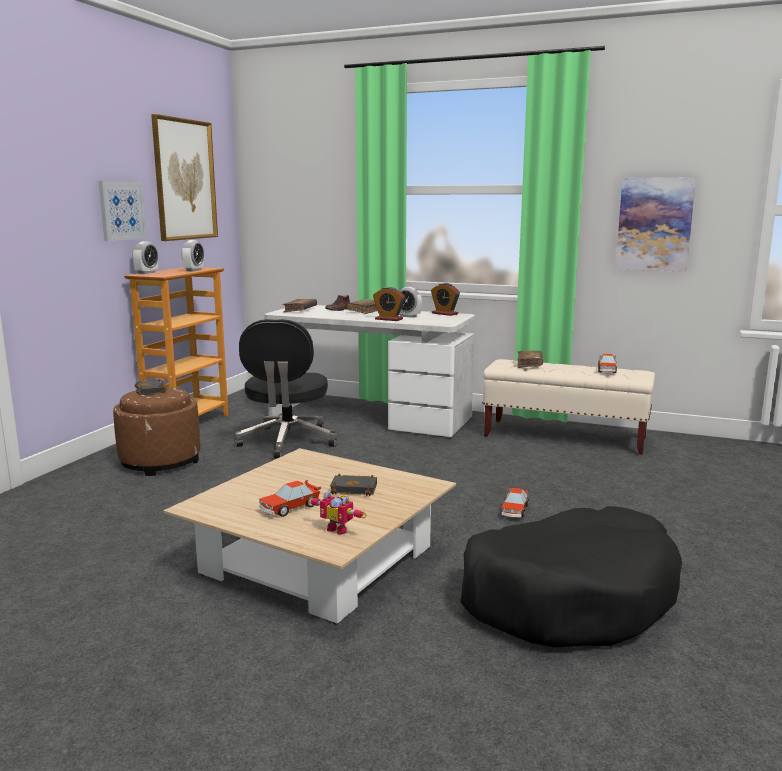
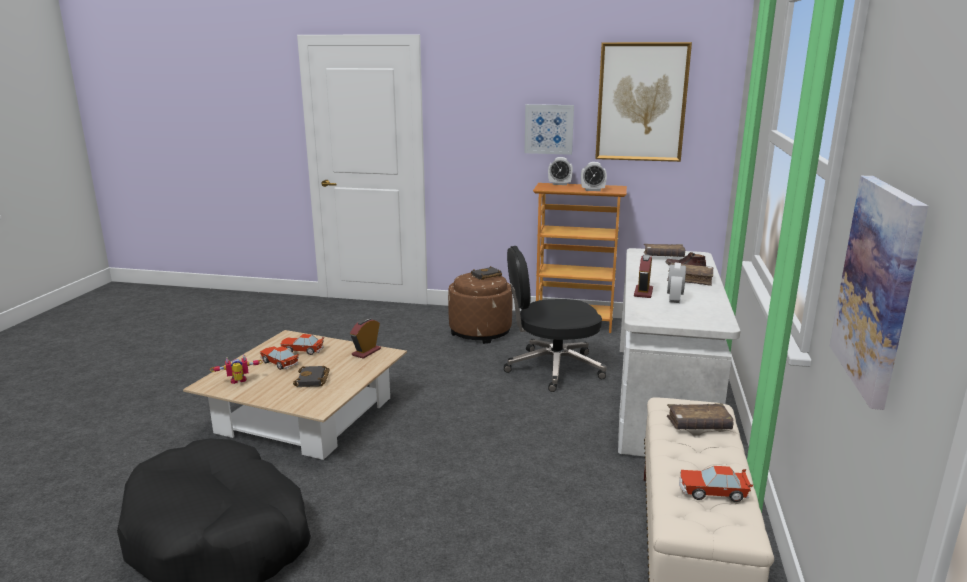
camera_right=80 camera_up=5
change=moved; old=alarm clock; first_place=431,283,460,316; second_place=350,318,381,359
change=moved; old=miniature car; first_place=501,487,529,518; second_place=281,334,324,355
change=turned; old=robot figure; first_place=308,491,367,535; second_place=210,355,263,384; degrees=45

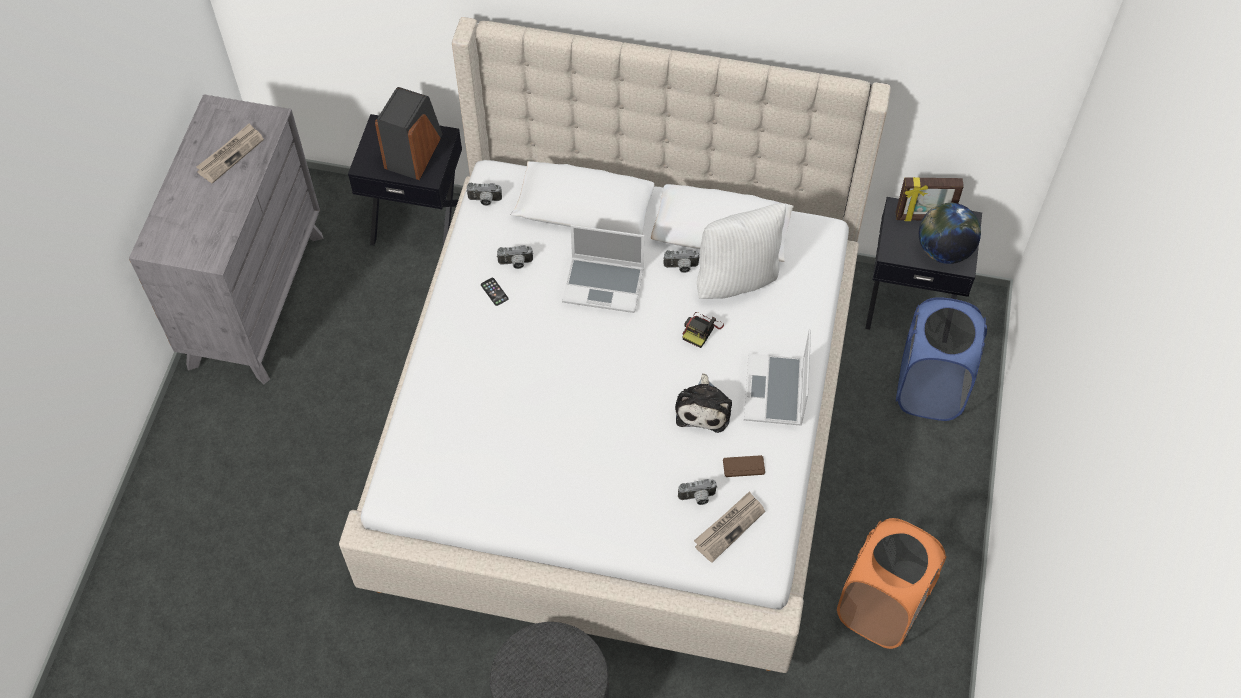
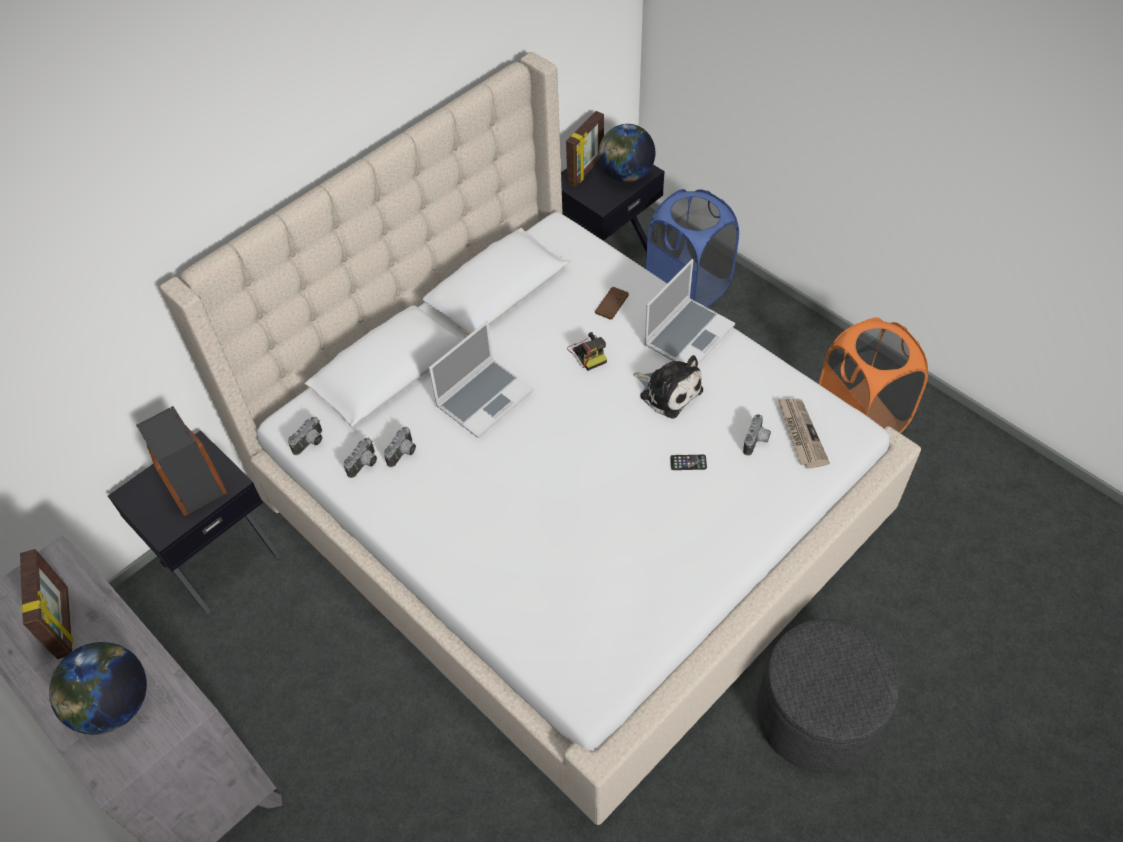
camera_right=-55 camera_up=-5
change=removed; old=whitish throw pillow; first_place=697,203,786,299
change=added; new=world globe; second_place=49,642,147,735
change=moved; old=phone; first_place=481,278,508,306; second_place=670,455,707,470
change=moved; old=still camera; first_place=663,249,700,273; second_place=343,438,377,478
change=moved; old=brown gamepad; first_place=723,455,765,477; second_place=595,287,629,320
change=replaced; old=printed paper; new=photo frame; first_place=196,123,264,184; second_place=20,549,73,659
change=turned; old=portable computer; first_place=744,329,811,426; second_place=644,259,735,365; degrees=-90

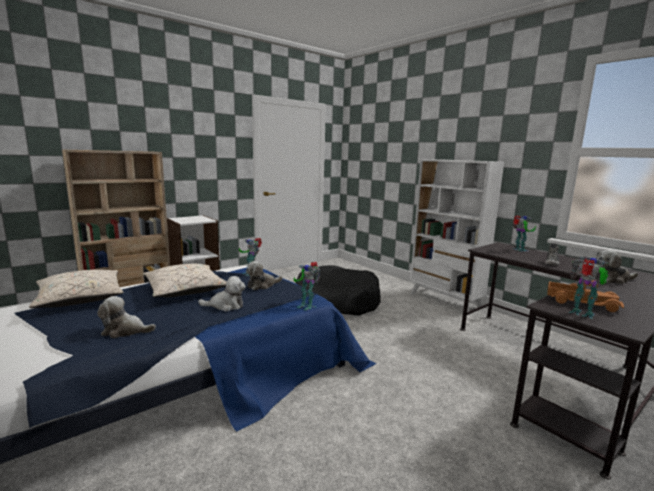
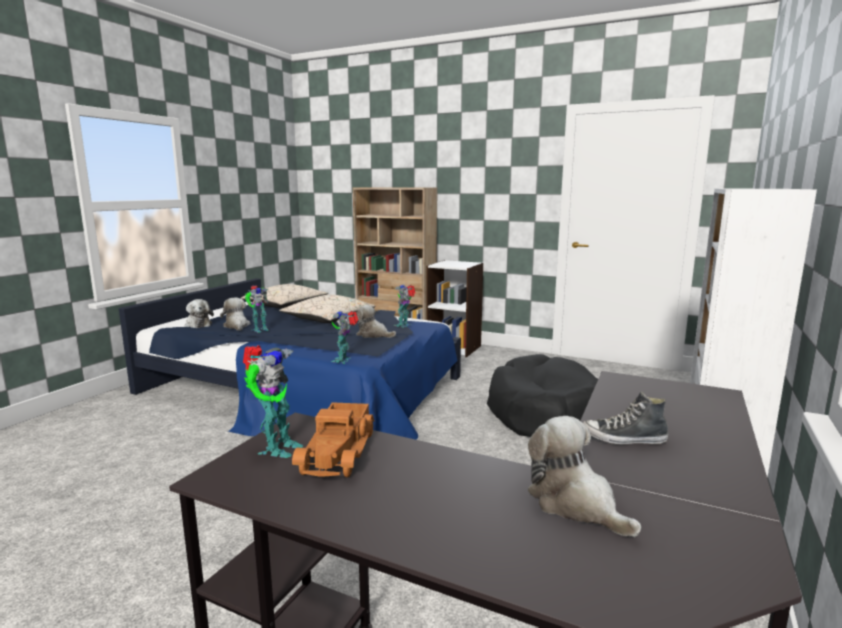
camera_right=65 camera_up=0
change=moved; old=plush toy; first_place=198,276,246,311; second_place=185,299,214,328
change=moved; old=robot figure; first_place=512,215,536,252; second_place=245,286,269,332

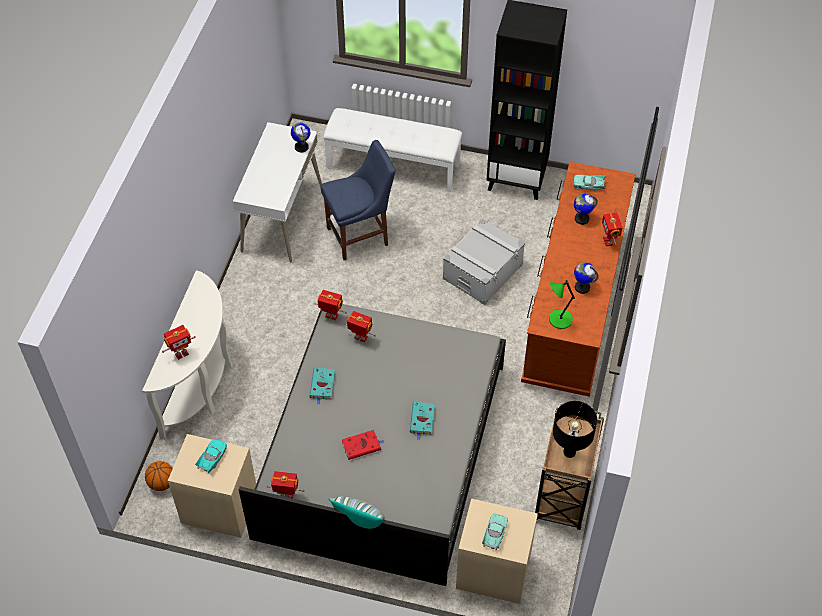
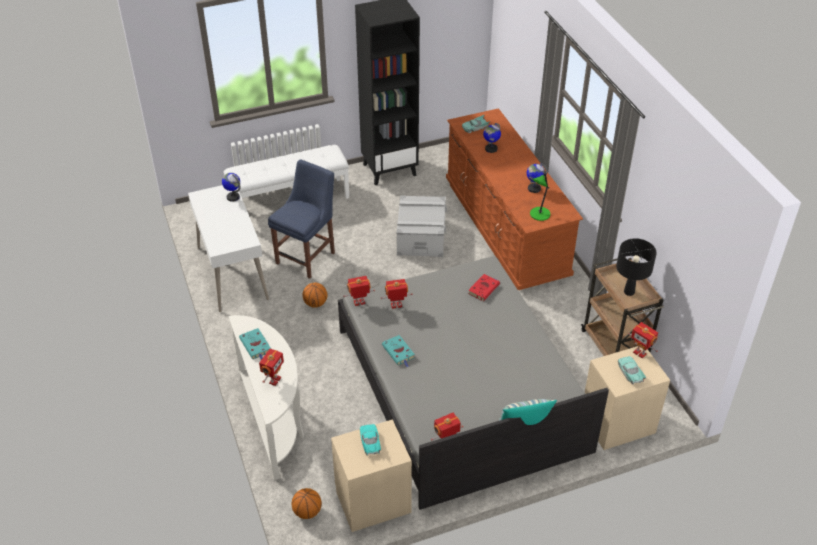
camera_right=-35 camera_up=-10
change=added; new=basketball ball; second_place=303,283,327,308
change=moved; old=red-coloured bound book; first_place=342,430,384,460; second_place=468,274,500,301
change=moved; old=turquoise bound book; first_place=410,402,435,440; second_place=239,328,271,360
change=moved; old=robot figure; first_place=602,213,623,246; second_place=628,322,658,358

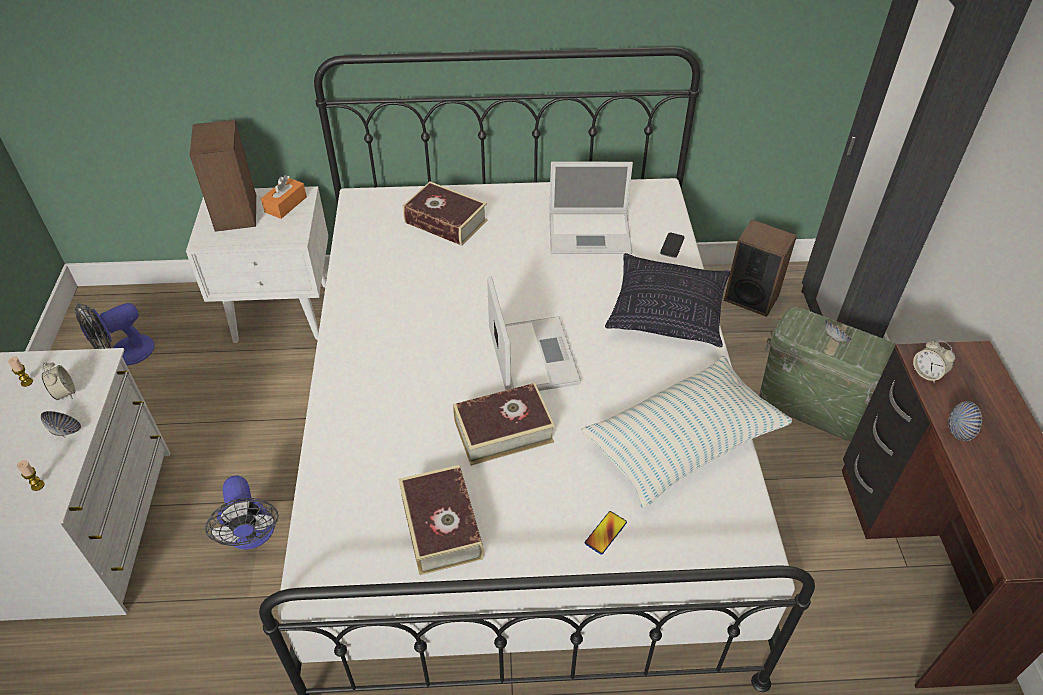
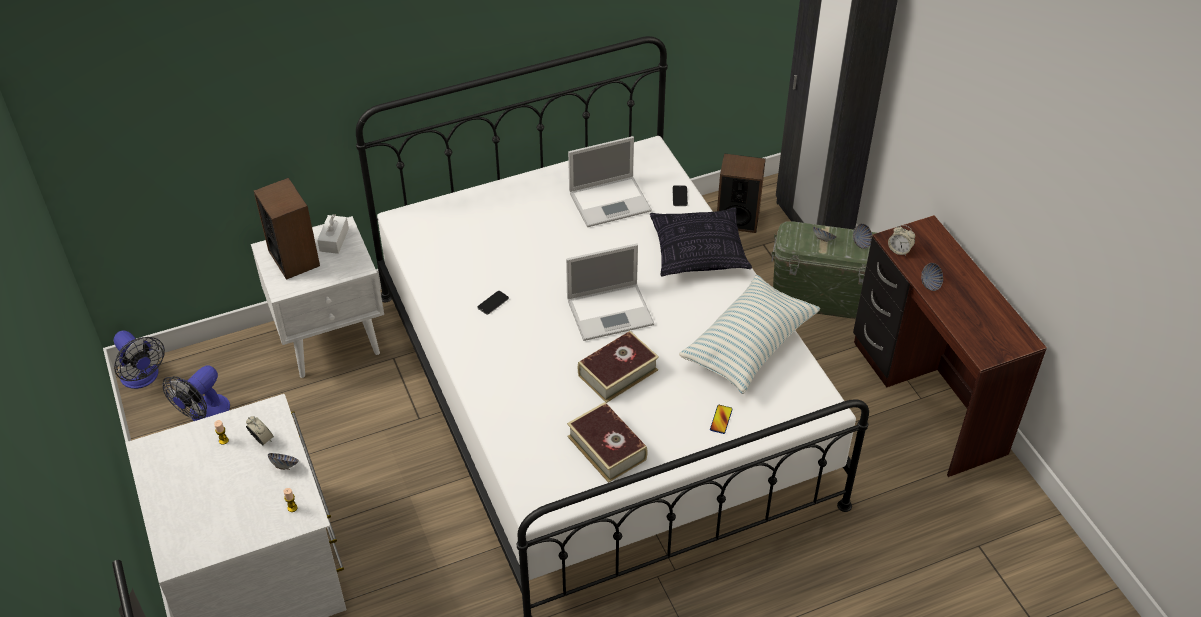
camera_right=-20 camera_up=0
change=removed; old=bound book; first_place=403,182,487,246
change=added; new=phone; second_place=477,291,509,315
change=added; new=serving bowl; second_place=853,224,872,249
change=moved; old=cooling fan; first_place=205,475,278,550; second_place=114,331,165,389
change=recoloured; old=orangey tissue box; new=whitish tissue box; first_place=261,175,307,219; second_place=317,214,349,254
change=turned; old=portable computer; first_place=487,276,581,391; second_place=566,244,654,341; degrees=105

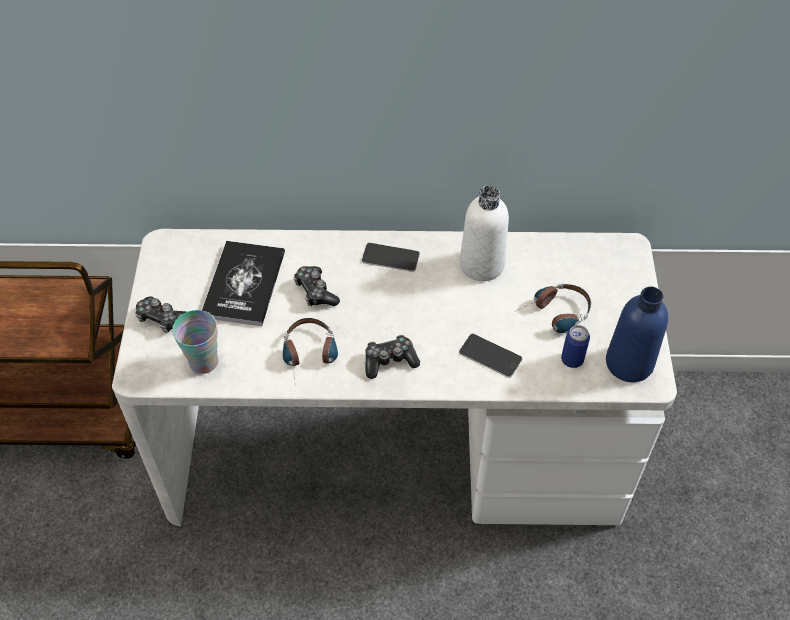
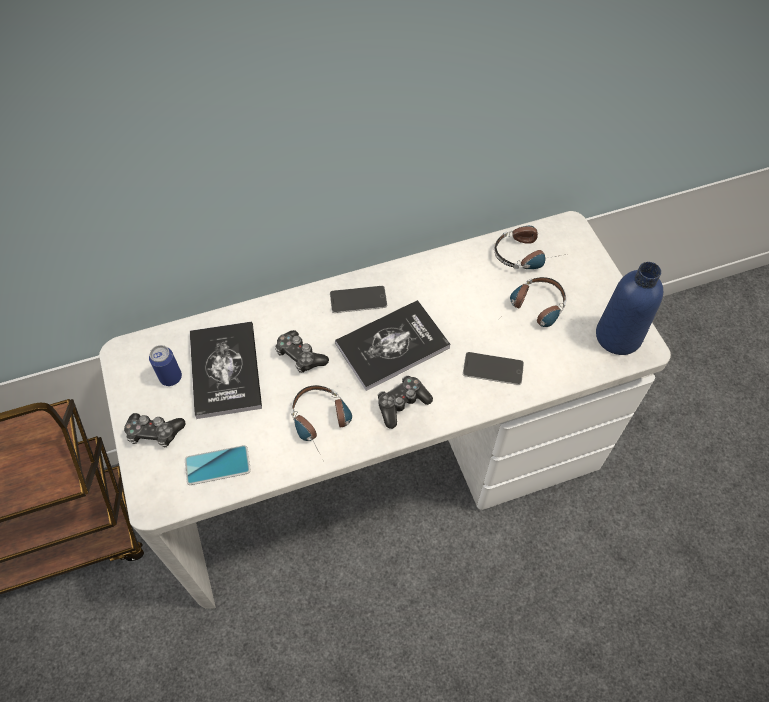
camera_right=-20 camera_up=5
change=removed; old=whitish beverage bottle; first_place=460,186,509,281
change=added; new=bound book; second_place=335,300,450,391
change=added; new=headphones; second_place=494,226,562,269
change=moved; old=can; first_place=561,325,590,368; second_place=149,345,182,386
change=replaced; old=small cup; new=phone; first_place=172,310,218,374; second_place=185,445,251,485

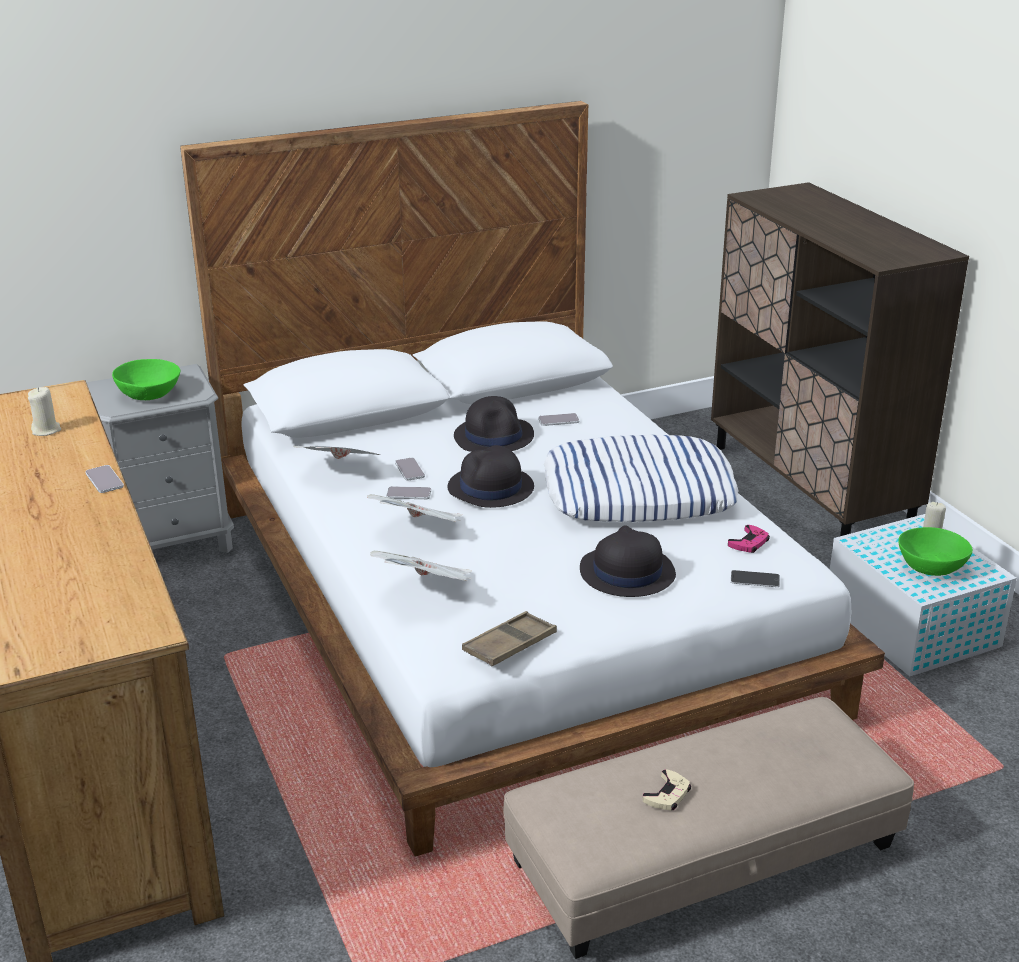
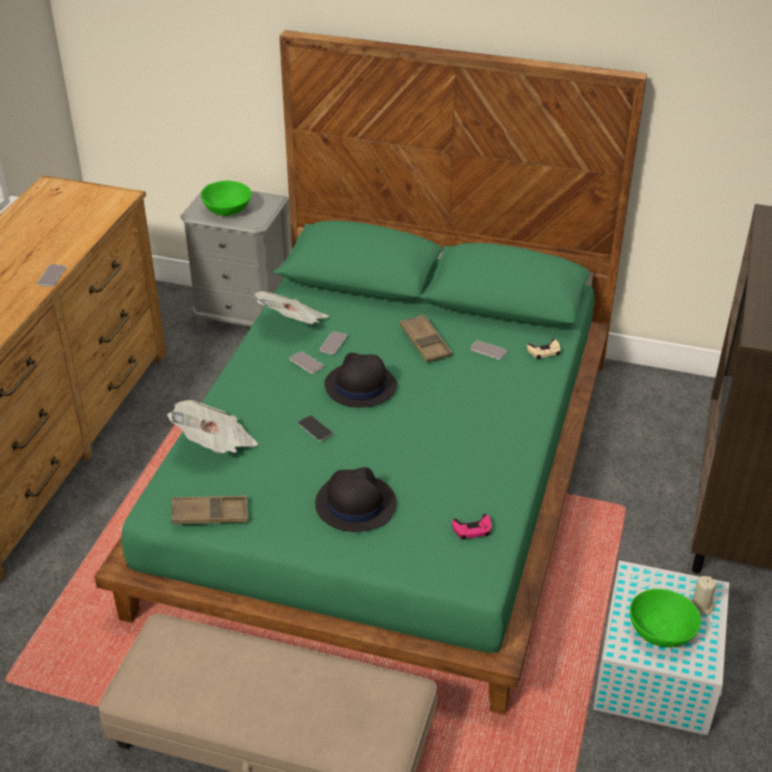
camera_right=40 camera_up=10
change=removed; old=sand-coloured wax candle; first_place=28,387,61,436
change=removed; old=printed paper; first_place=367,494,462,522
change=removed; old=throw pillow; first_place=544,435,739,522
change=moved; old=sand-coloured gamepad; first_place=643,769,691,810; second_place=527,339,560,359
change=moved; old=phone; first_place=731,570,780,587; second_place=297,415,333,441
change=replaced; old=black-coloured hat; new=brown carrying tray; first_place=454,396,534,452; second_place=400,314,452,363
change=recoloured; old=whitish bed; new=green bed; first_place=180,101,885,857; second_place=94,30,647,715

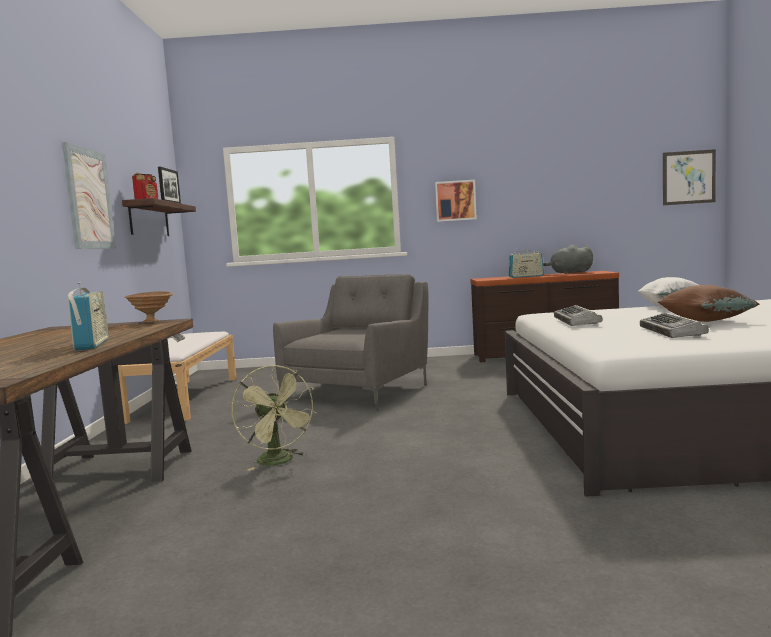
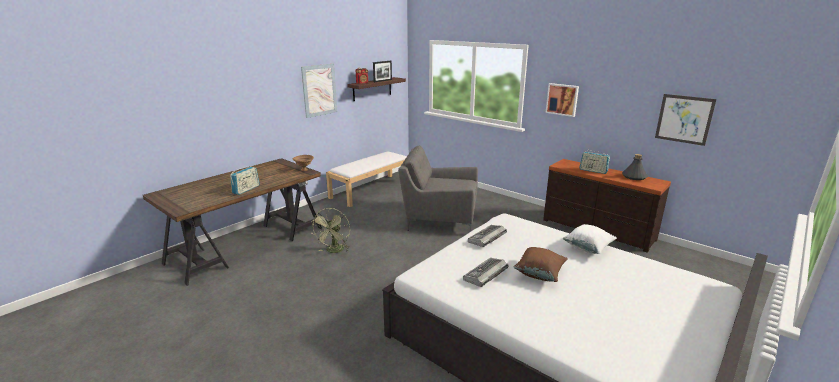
camera_right=40 camera_up=15
change=moved; old=wall art; first_place=663,149,716,205; second_place=655,94,717,146
change=replaced; old=grey plush toy; new=grey beverage bottle; first_place=543,245,593,274; second_place=622,154,648,180
change=turned; old=grey armchair; first_place=273,274,428,411; second_place=398,145,478,232; degrees=-150

